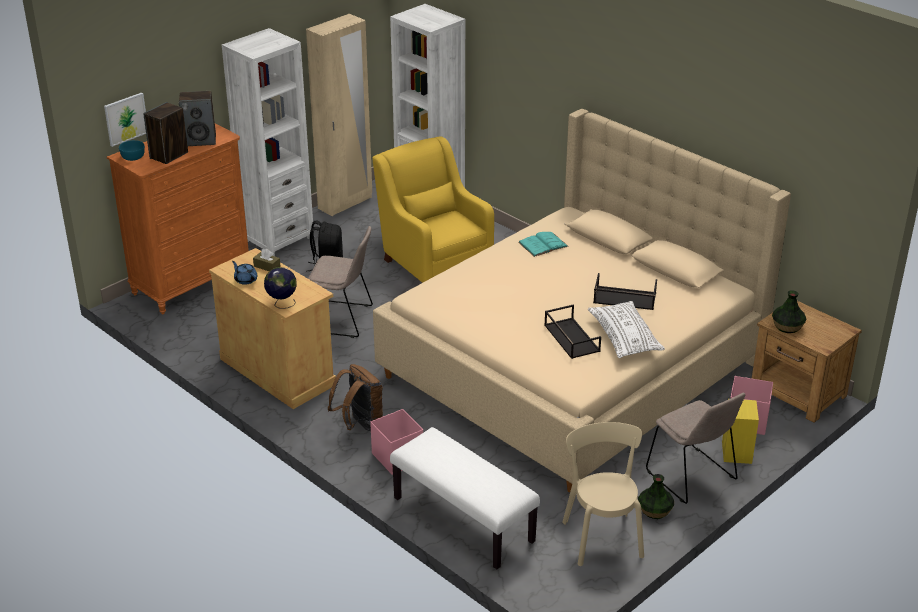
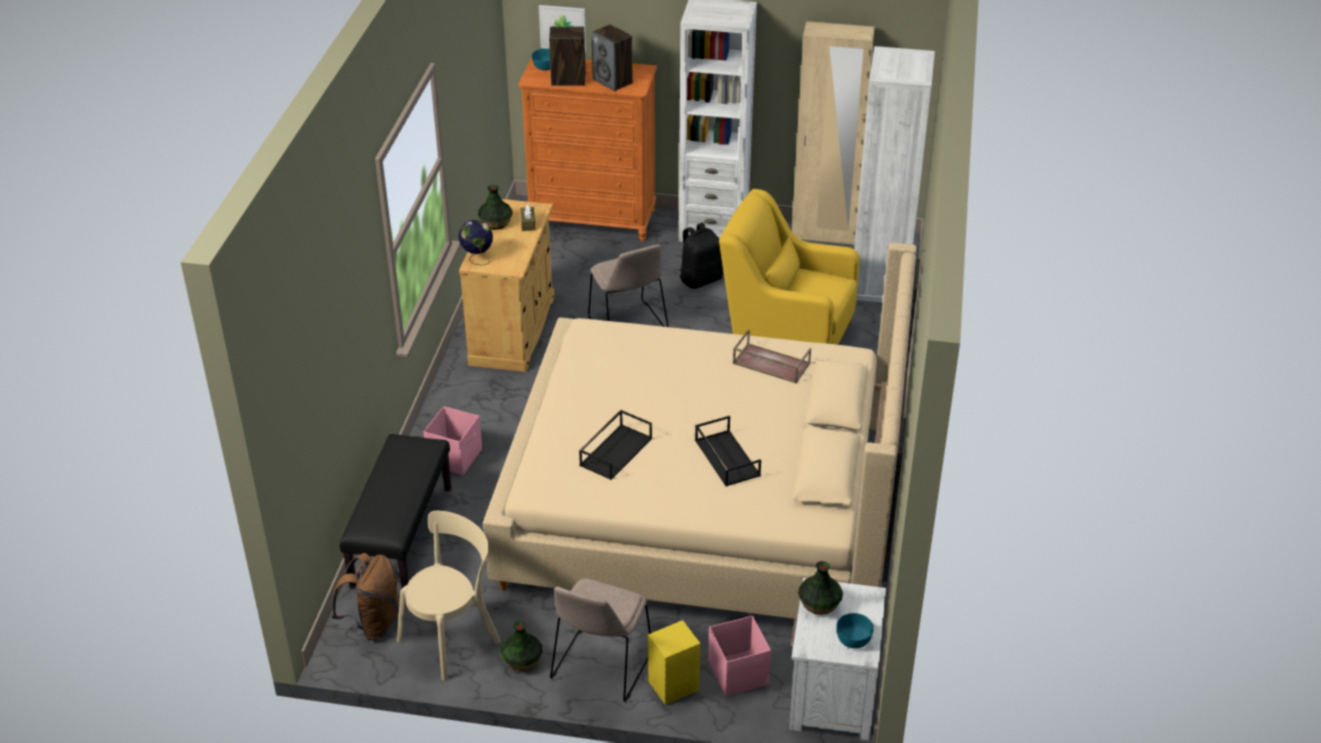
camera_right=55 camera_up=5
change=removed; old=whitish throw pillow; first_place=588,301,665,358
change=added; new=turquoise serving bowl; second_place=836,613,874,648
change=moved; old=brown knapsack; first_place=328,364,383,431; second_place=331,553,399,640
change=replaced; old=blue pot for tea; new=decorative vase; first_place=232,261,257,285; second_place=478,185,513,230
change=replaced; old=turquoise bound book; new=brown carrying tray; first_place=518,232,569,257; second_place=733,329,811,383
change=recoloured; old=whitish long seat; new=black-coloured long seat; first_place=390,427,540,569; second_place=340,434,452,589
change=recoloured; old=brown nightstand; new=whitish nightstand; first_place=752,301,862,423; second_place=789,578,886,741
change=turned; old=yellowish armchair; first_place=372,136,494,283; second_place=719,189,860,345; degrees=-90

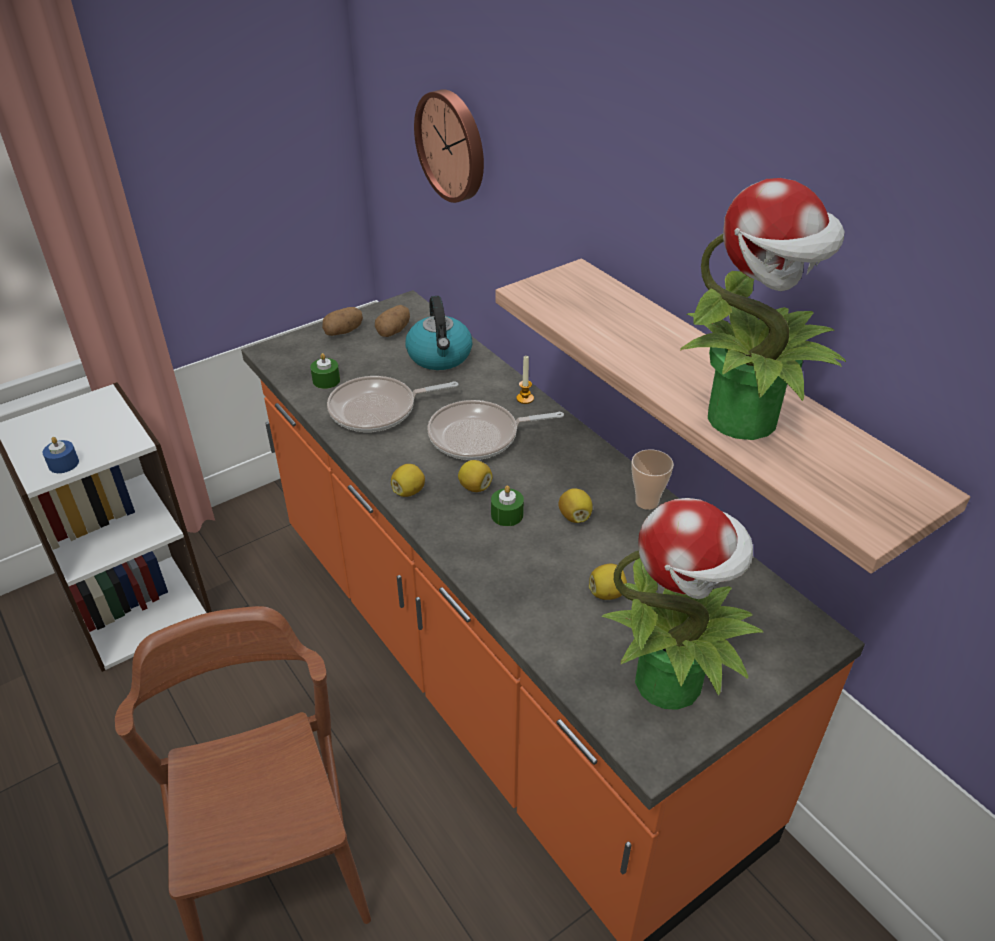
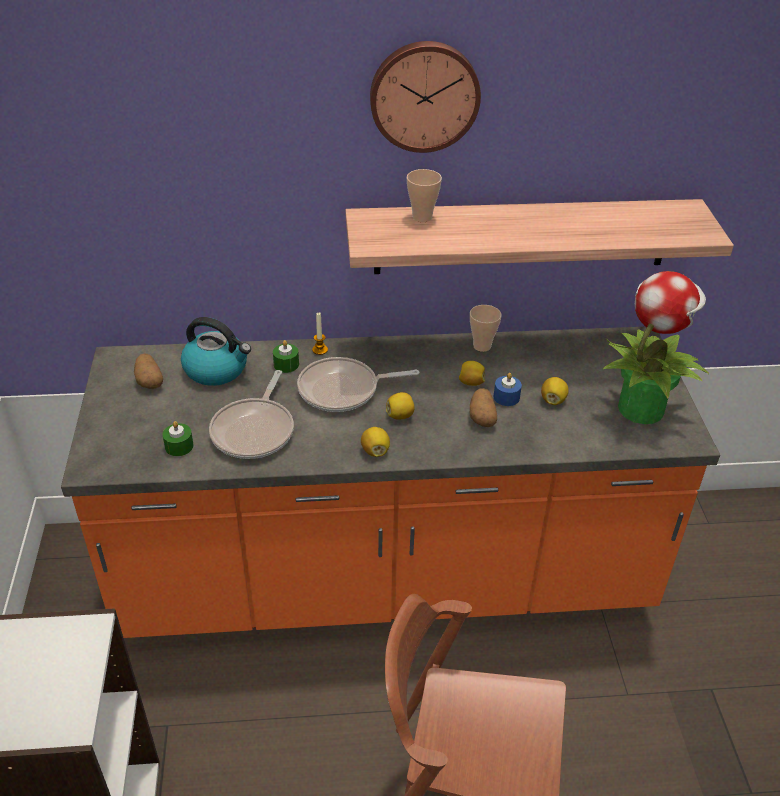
camera_right=-60 camera_up=0
change=removed; old=potted plant; first_place=680,178,846,440
change=added; new=small cup; second_place=407,169,442,222
change=moved; old=blue wax candle; first_place=43,437,79,473; second_place=494,373,522,406
change=moved; old=spud; first_place=322,307,363,336; second_place=470,388,497,427
change=moved; old=hanging clock; first_place=414,89,484,203; second_place=370,41,481,153
change=moved; old=green wax candle; first_place=491,486,524,526; second_place=273,340,299,373
change=turned; old=skillet; first_place=428,400,564,460; second_place=297,357,419,412; degrees=60

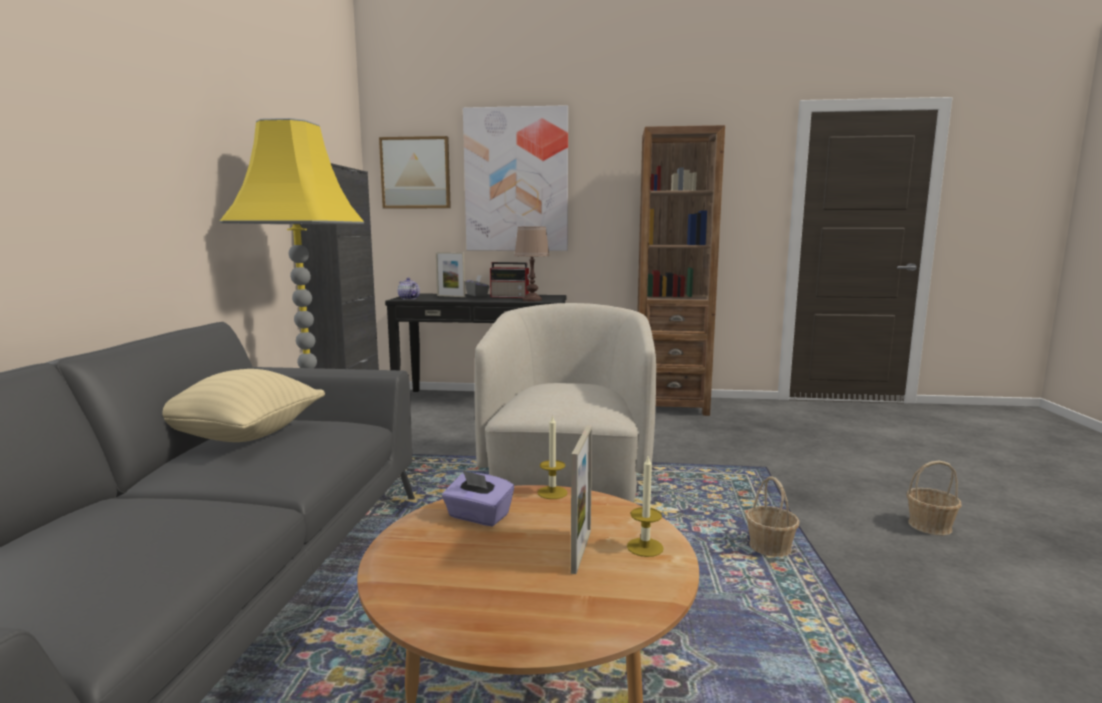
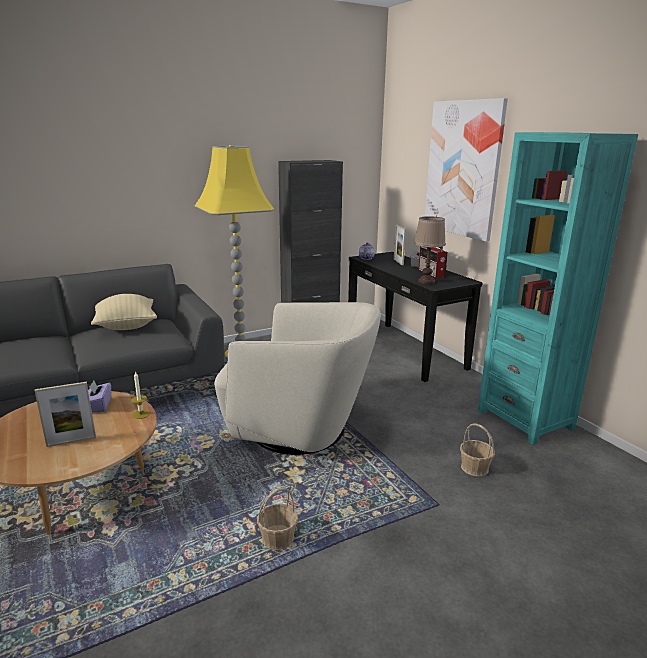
camera_right=55 camera_up=10
change=removed; old=wall art; first_place=379,136,451,209
change=removed; old=wax candle; first_place=627,456,664,557
change=moved; old=household basket; first_place=907,461,962,535; second_place=460,424,495,476
change=recoloured; old=brown bookcase; new=turquoise bookcase; first_place=637,125,725,416; second_place=478,132,638,445
change=turned; old=sand-coloured armchair; first_place=475,303,656,502; second_place=214,302,381,455; degrees=45

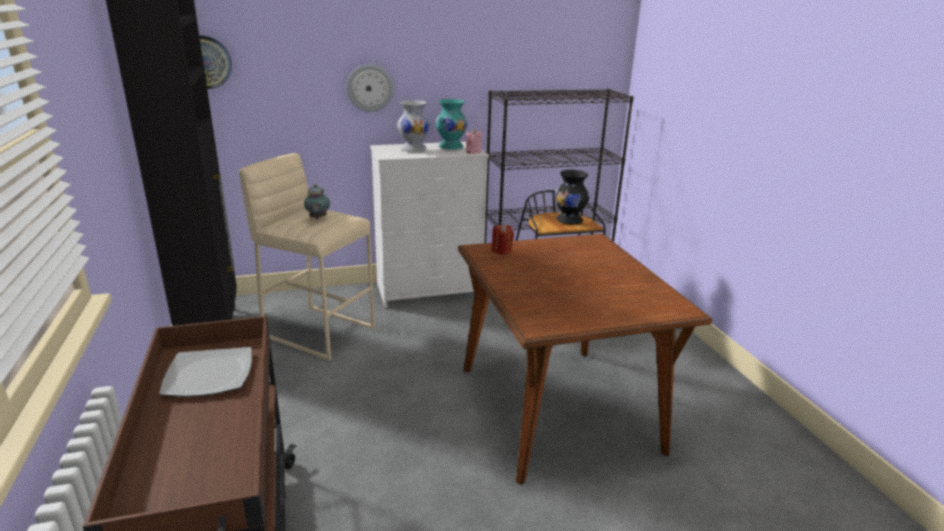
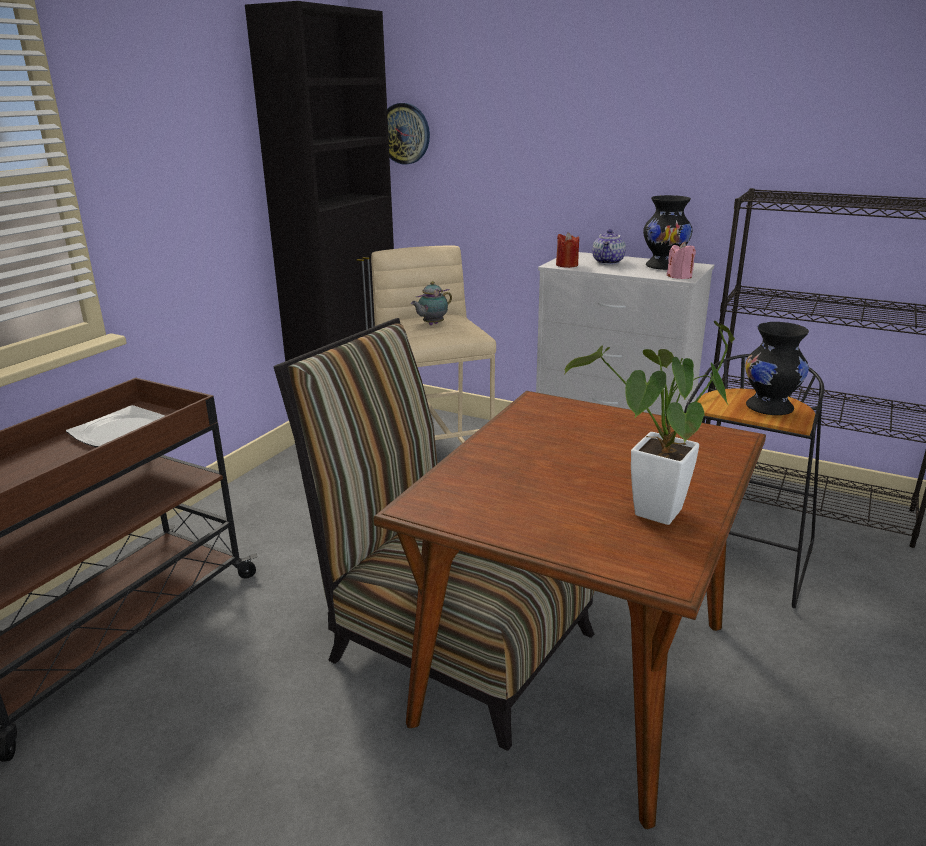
camera_right=45 camera_up=0
change=removed; old=hanging clock; first_place=347,64,394,112
change=added; new=plain chair; second_place=274,318,595,751
change=added; new=potted plant; second_place=565,321,735,525
change=moved; old=red-coloured wax candle; first_place=491,224,514,255; second_place=556,232,579,268
change=replaced; old=whitish decorative vase; new=pot for tea; first_place=397,100,430,152; second_place=592,229,626,265
change=recoloured; old=turquoise decorative vase; new=black-coloured decorative vase; first_place=435,99,468,149; second_place=643,195,692,270

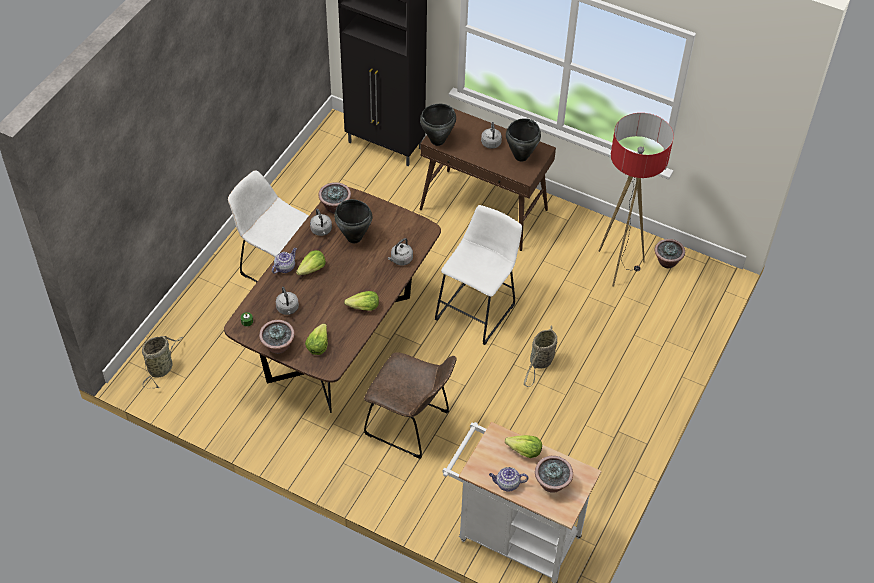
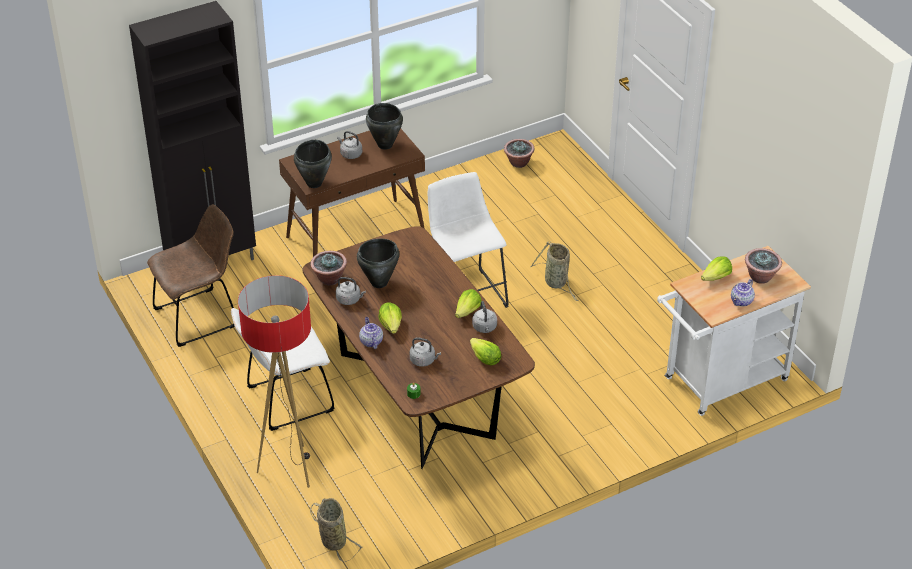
camera_right=-55 camera_up=-10
change=removed; old=potted plant; first_place=259,320,295,354
change=moved; old=brown plain chair; first_place=364,352,457,459; second_place=147,204,235,347
change=moved; old=grey tea kettle; first_place=388,238,413,265; second_place=472,301,497,333
change=moved; old=standing lamp; first_place=599,113,674,287; second_place=238,275,311,488

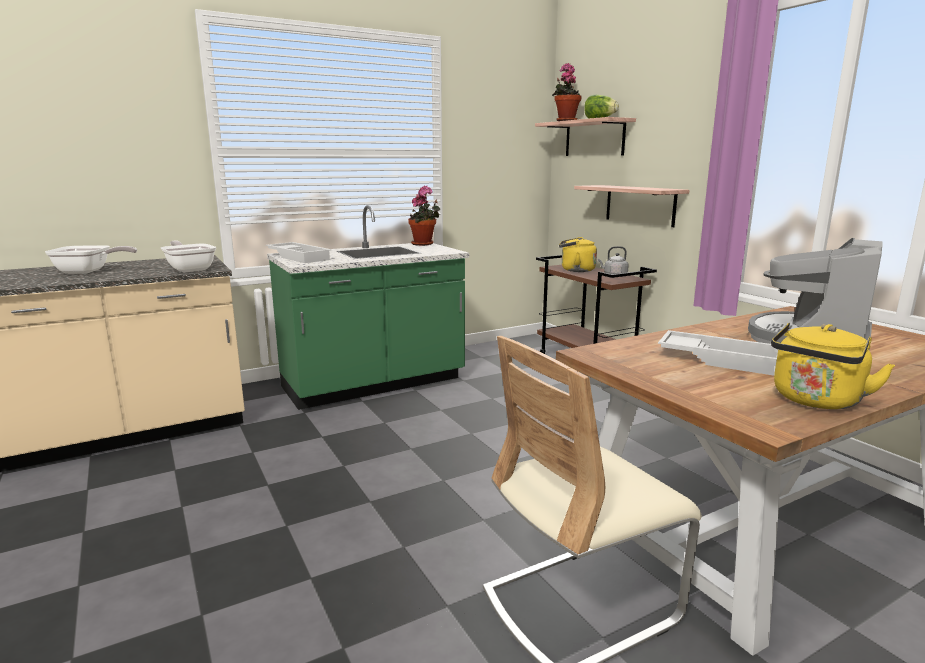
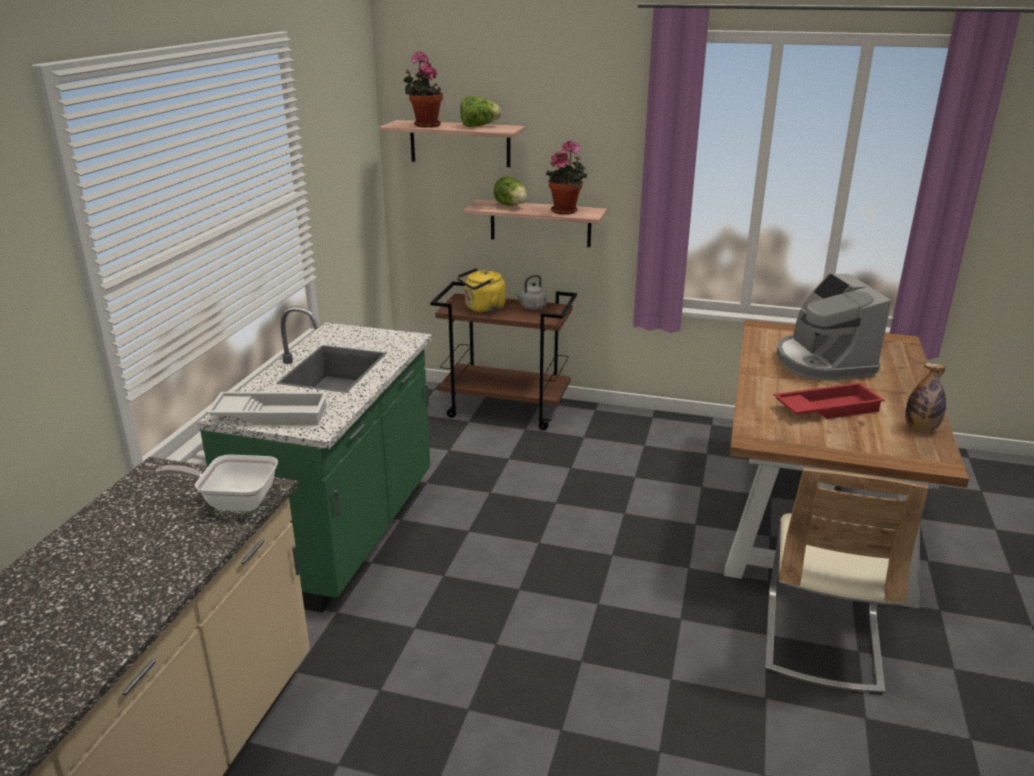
camera_right=-45 camera_up=10
change=removed; old=skillet; first_place=45,245,137,274
change=added; new=lettuce; second_place=493,176,527,206
change=moved; old=potted plant; first_place=408,185,440,246; second_place=546,140,587,214
change=replaced; old=yellowish tea kettle; new=beverage bottle; first_place=771,323,895,409; second_place=905,363,946,432
change=recoloured; old=whitish carrying tray; new=red-coloured carrying tray; first_place=658,330,778,376; second_place=774,383,885,419

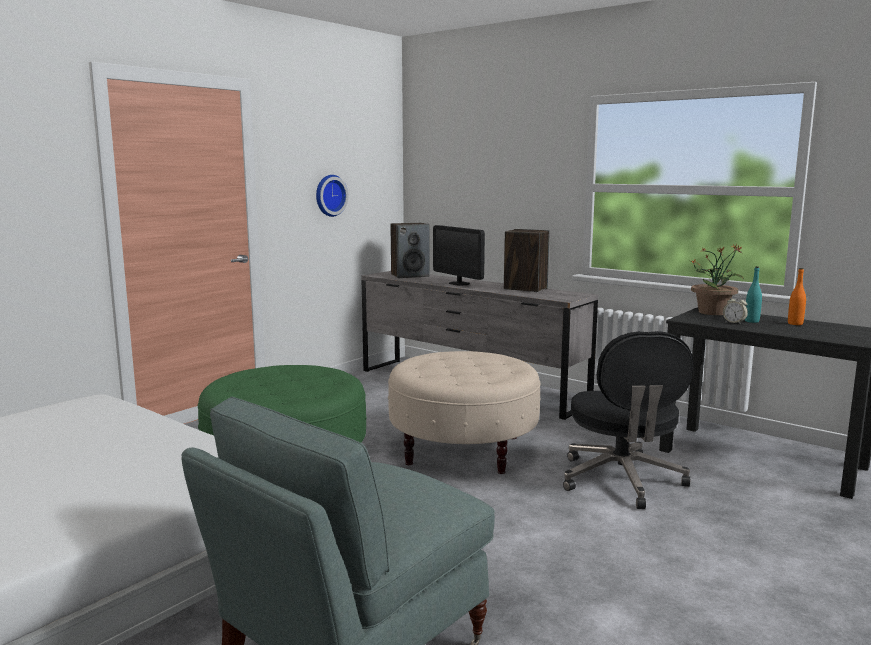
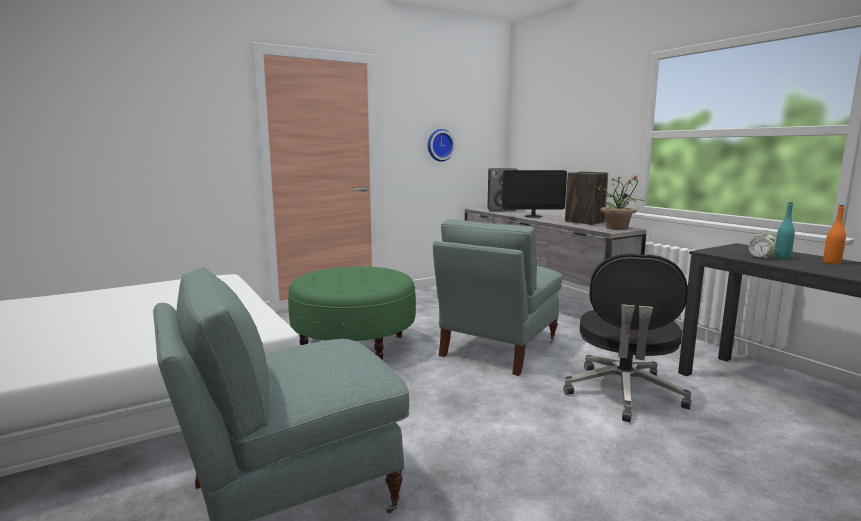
camera_right=20 camera_up=0
change=moved; old=potted plant; first_place=691,244,744,315; second_place=598,176,645,230
change=replaced; old=sand-coloured footrest; new=grey armchair; first_place=388,351,540,474; second_place=433,219,562,376
change=turned; old=monitor; first_place=433,225,485,285; second_place=502,170,567,218; degrees=105

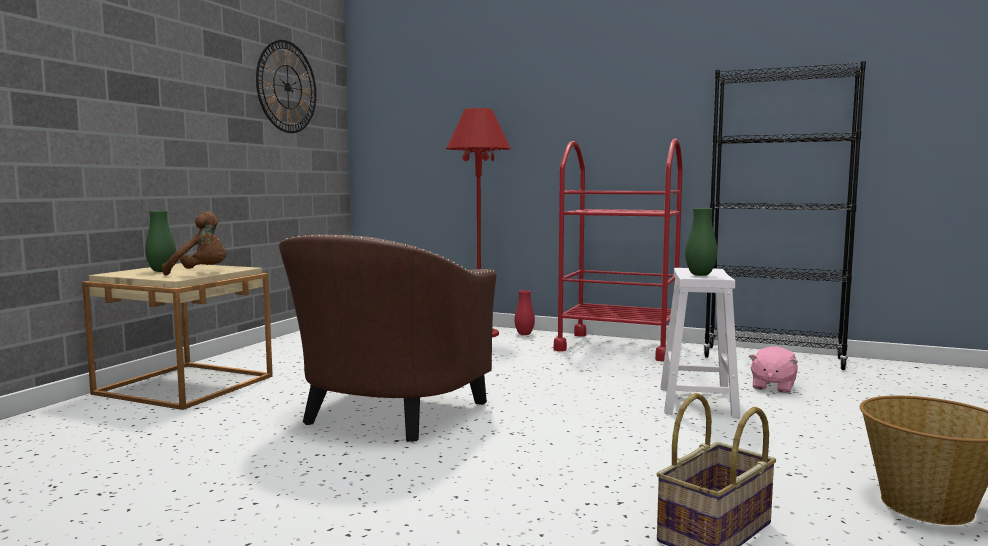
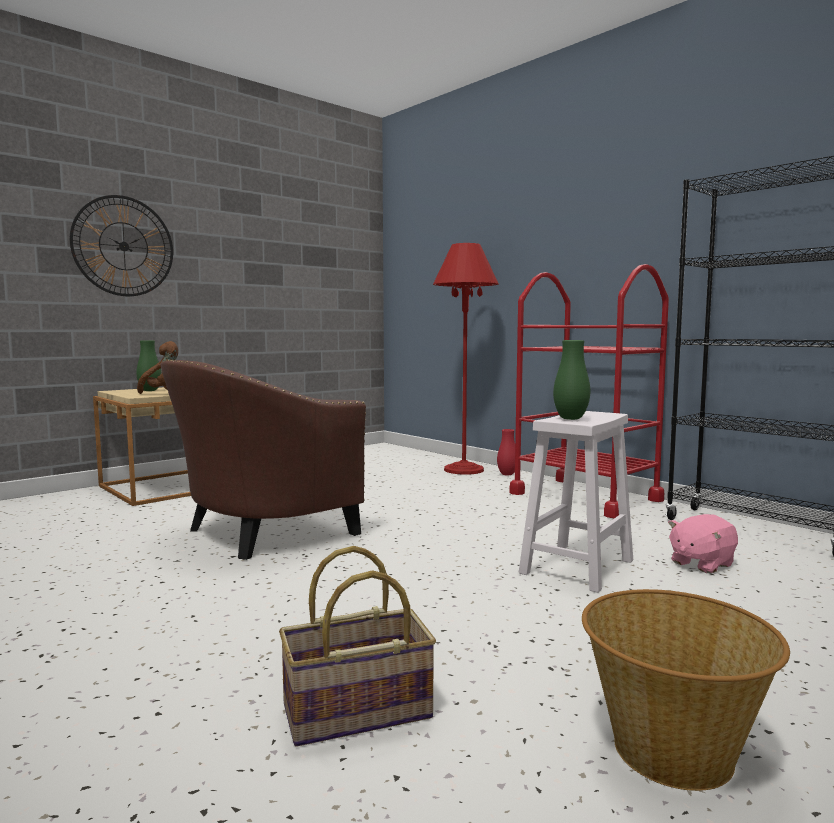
camera_right=25 camera_up=0
change=moved; old=hanging clock; first_place=256,40,316,133; second_place=70,195,173,296

